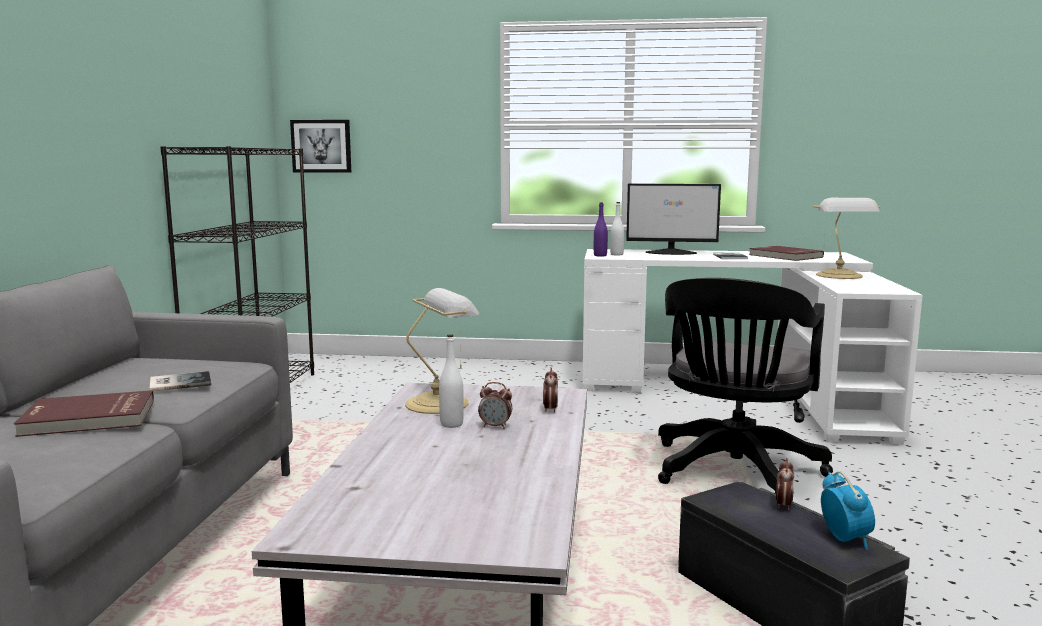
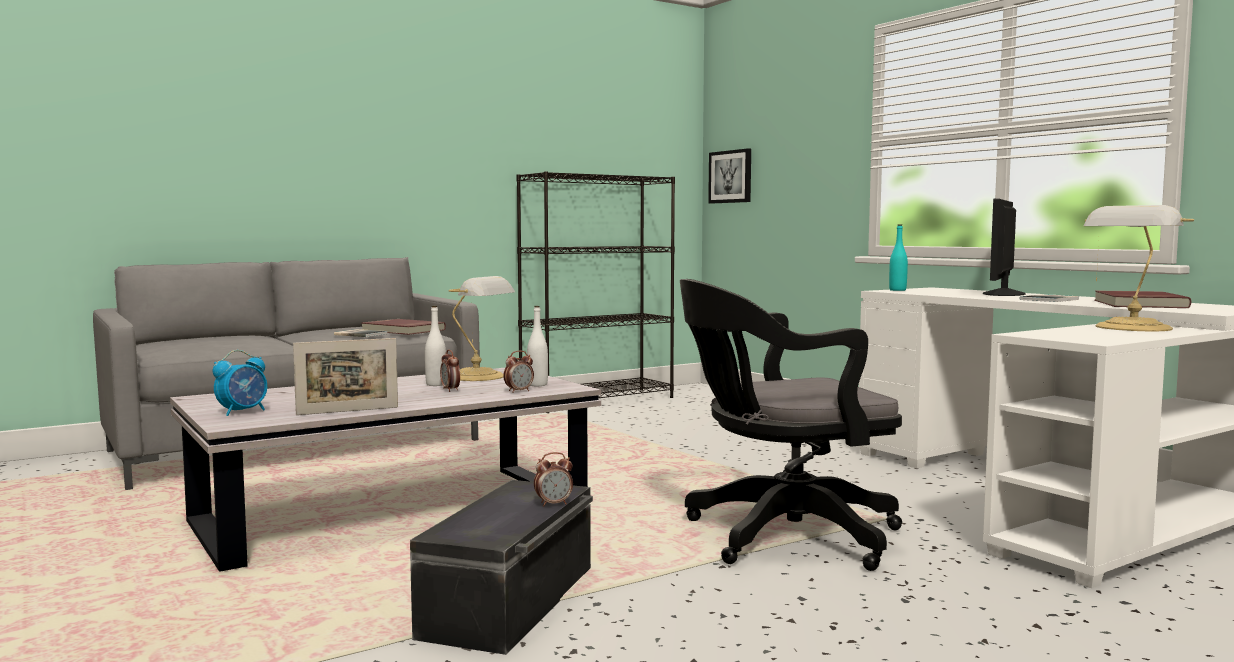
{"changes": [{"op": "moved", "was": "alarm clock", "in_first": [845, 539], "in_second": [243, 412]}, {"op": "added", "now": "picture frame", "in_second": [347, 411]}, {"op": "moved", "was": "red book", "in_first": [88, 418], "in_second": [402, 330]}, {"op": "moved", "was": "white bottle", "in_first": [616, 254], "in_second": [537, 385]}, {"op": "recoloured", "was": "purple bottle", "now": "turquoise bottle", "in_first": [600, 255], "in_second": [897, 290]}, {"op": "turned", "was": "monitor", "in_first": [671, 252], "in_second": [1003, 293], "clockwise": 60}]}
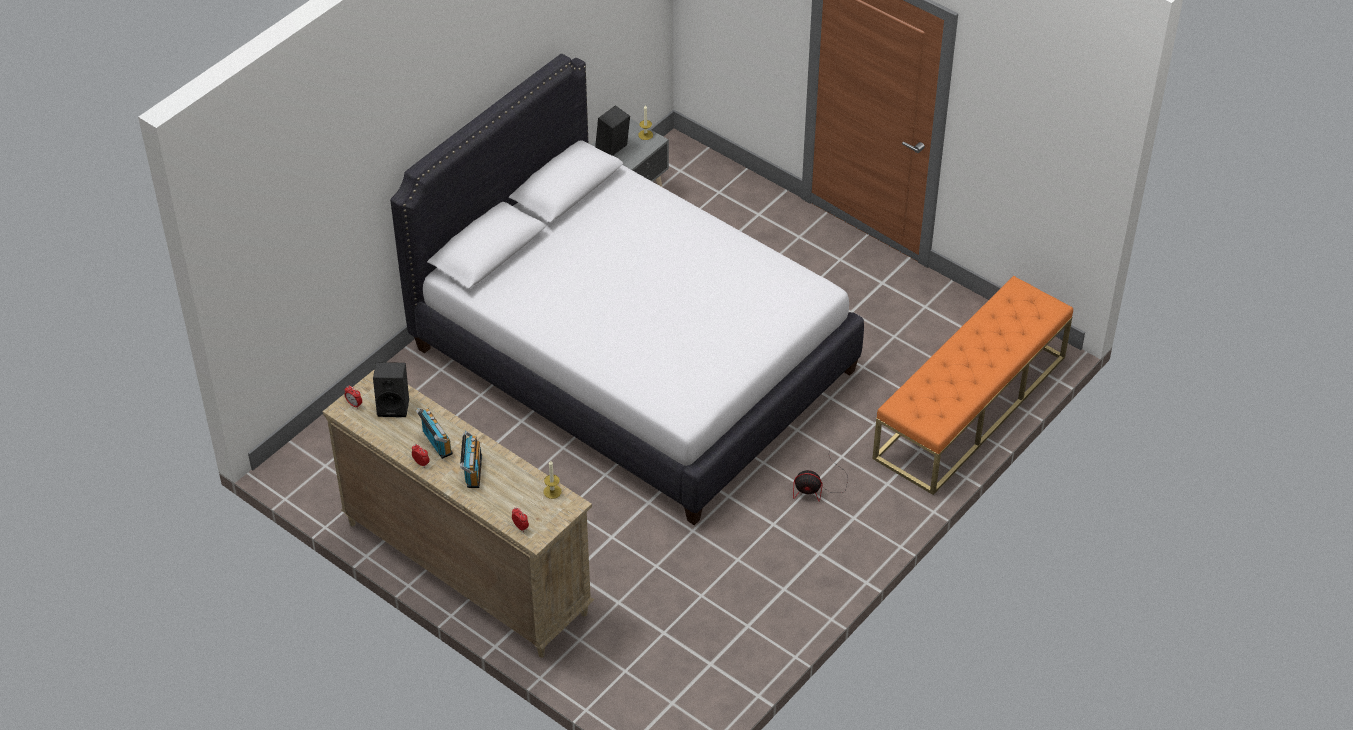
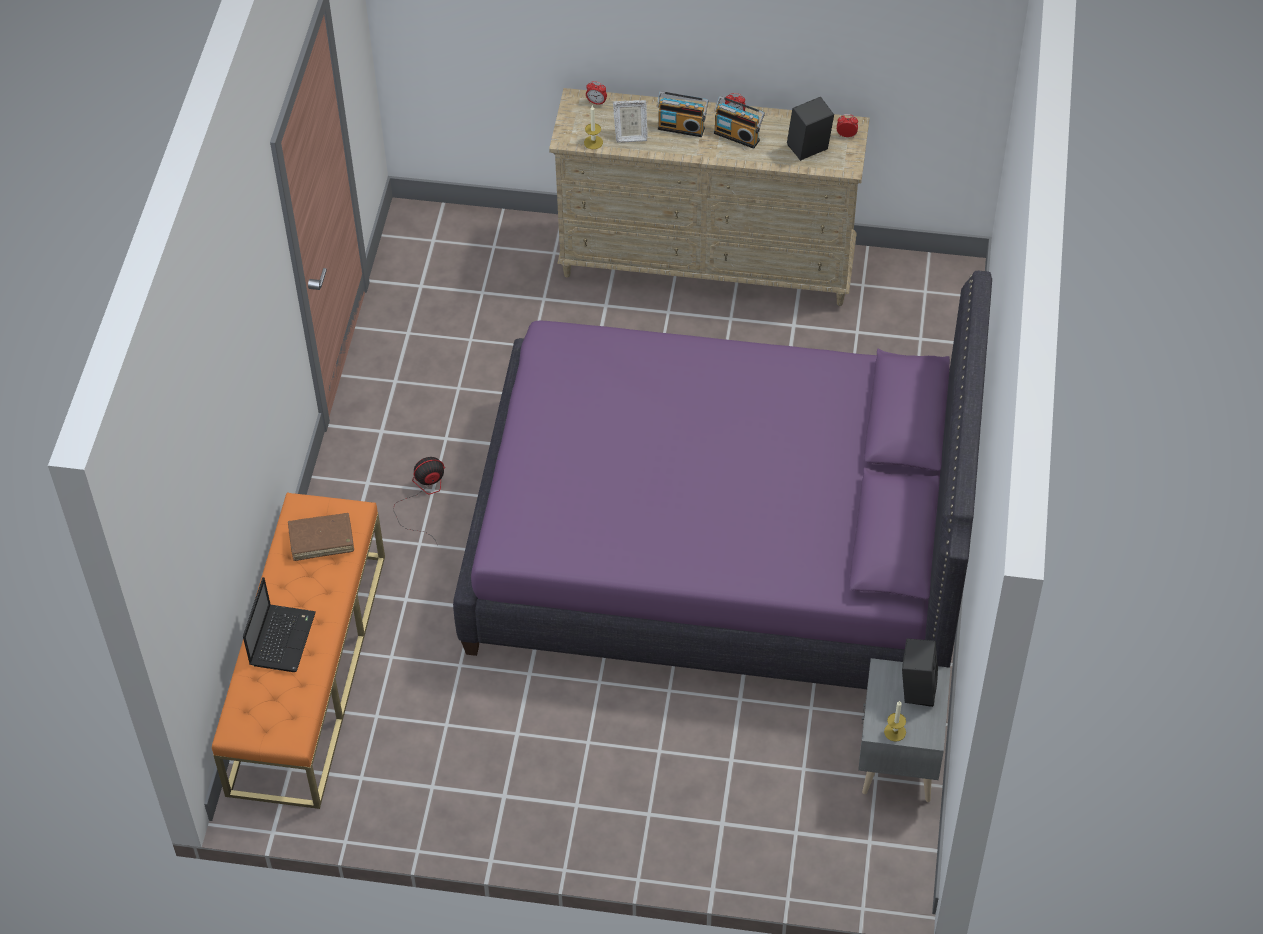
{"changes": [{"op": "added", "now": "laptop", "in_second": [282, 638]}, {"op": "added", "now": "brown book", "in_second": [321, 540]}, {"op": "recoloured", "was": "white bed", "now": "purple bed", "in_first": [633, 359], "in_second": [720, 547]}, {"op": "added", "now": "picture frame", "in_second": [630, 135]}, {"op": "turned", "was": "radio", "in_first": [472, 471], "in_second": [682, 127], "clockwise": -45}]}
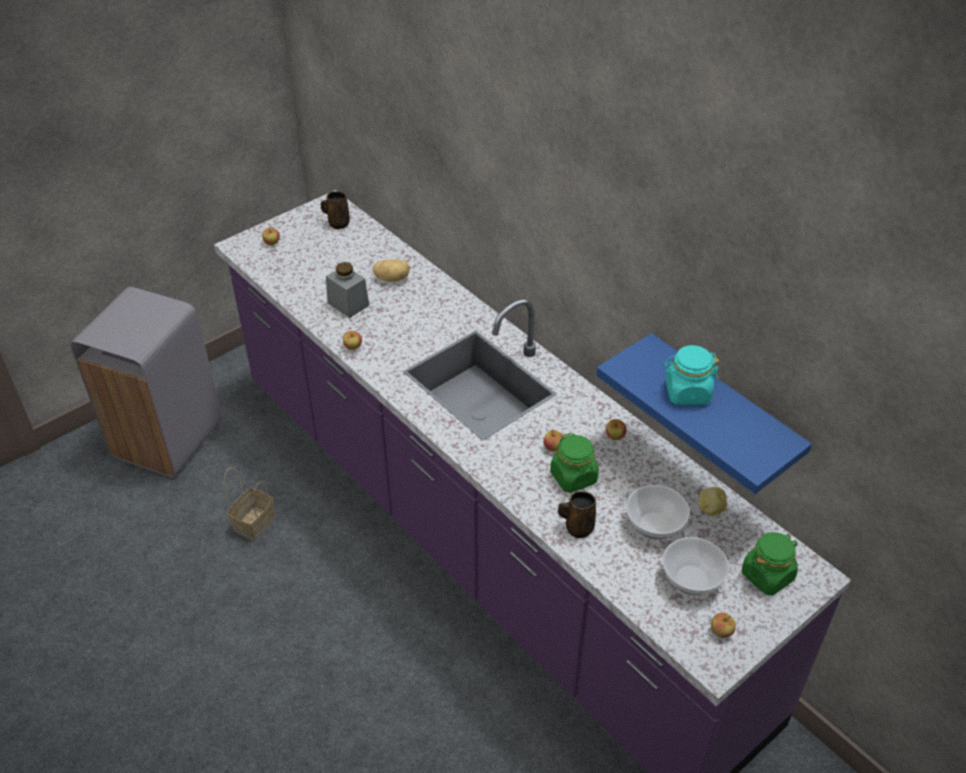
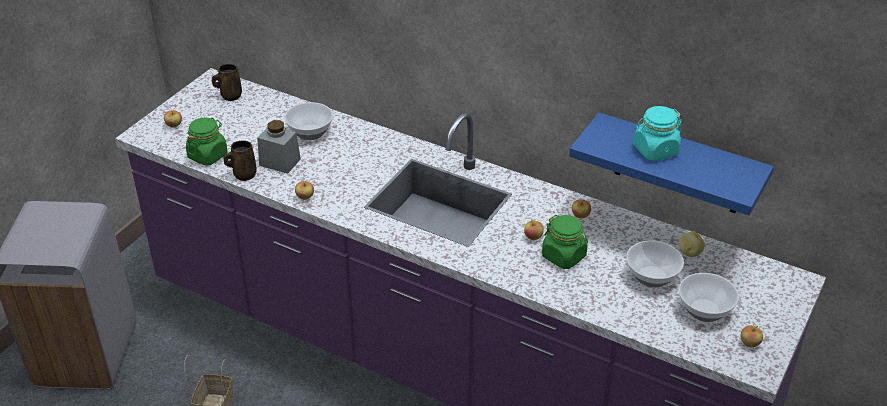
{"changes": [{"op": "moved", "was": "green jar", "in_first": [767, 575], "in_second": [208, 155]}, {"op": "moved", "was": "brown mug", "in_first": [577, 528], "in_second": [243, 174]}, {"op": "replaced", "was": "potato", "now": "bowl", "in_first": [392, 278], "in_second": [309, 132]}]}
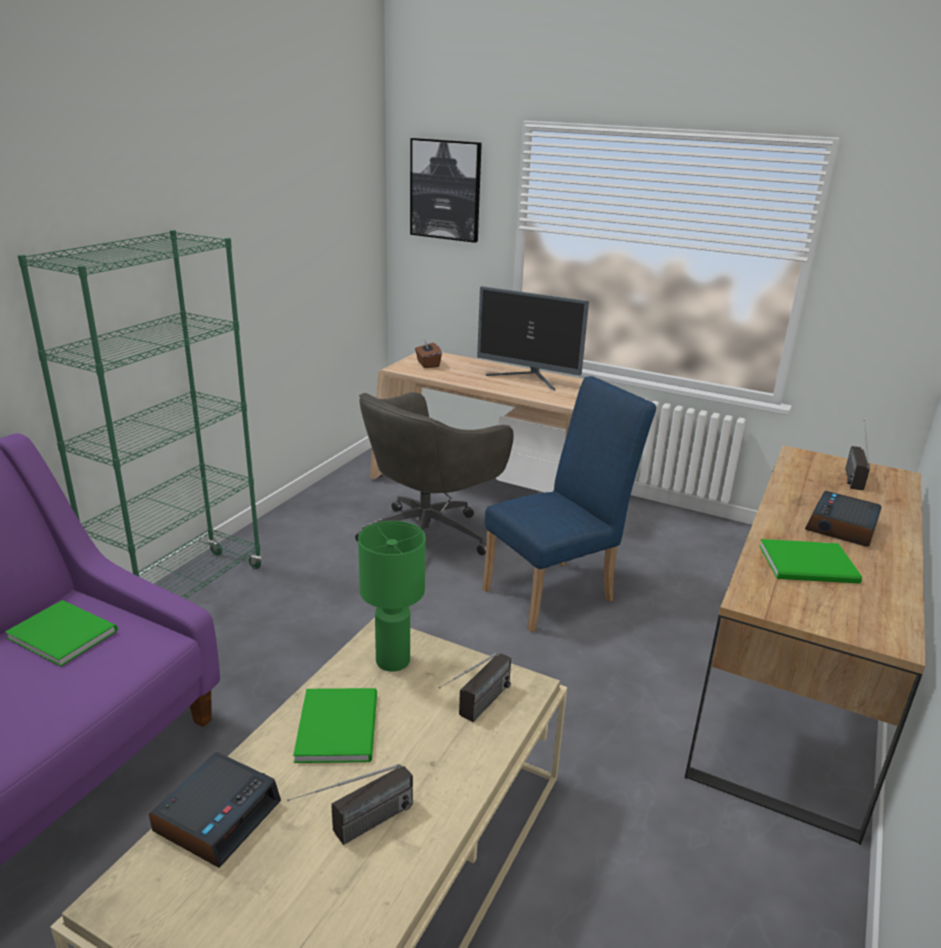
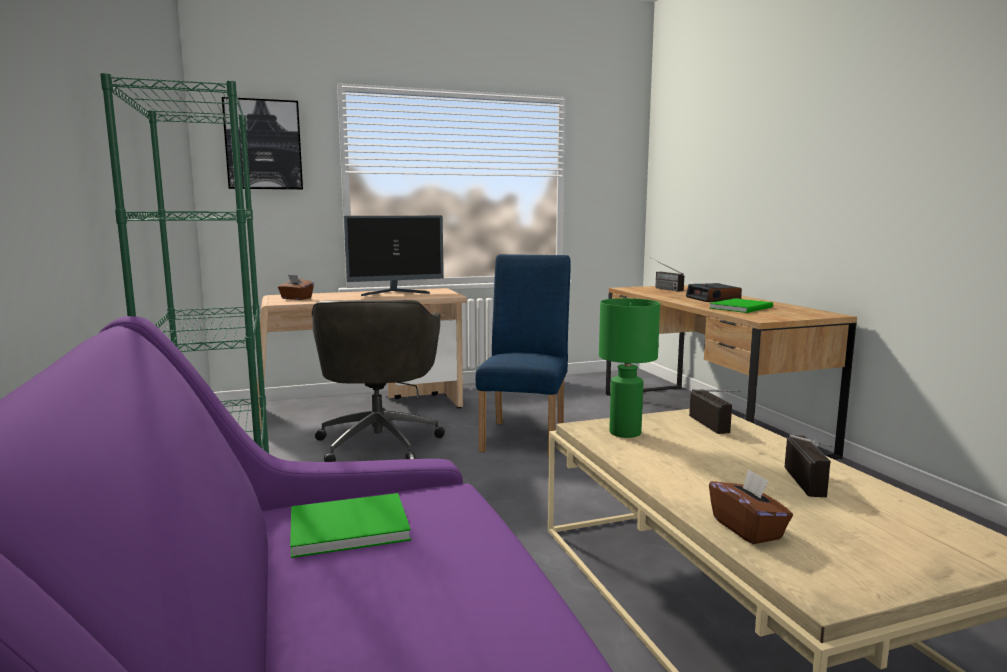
{"changes": [{"op": "replaced", "was": "alarm clock", "now": "brown tissue box", "in_first": [218, 815], "in_second": [747, 529]}, {"op": "removed", "was": "green book", "in_first": [340, 725]}]}
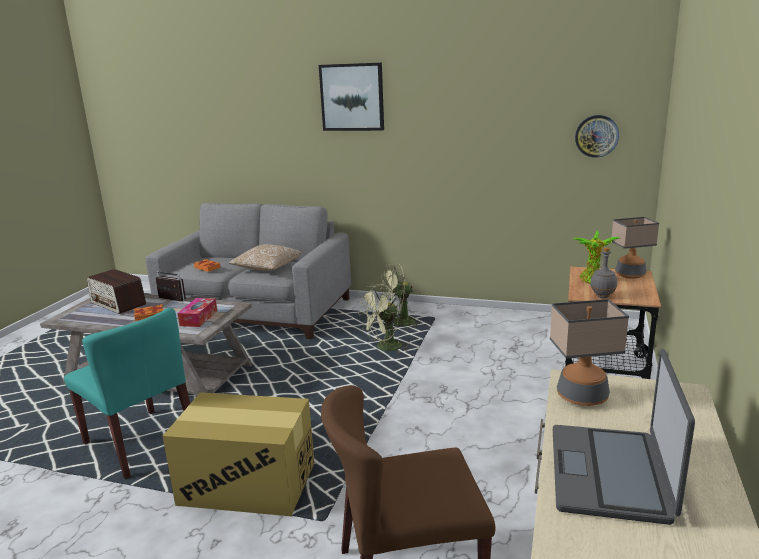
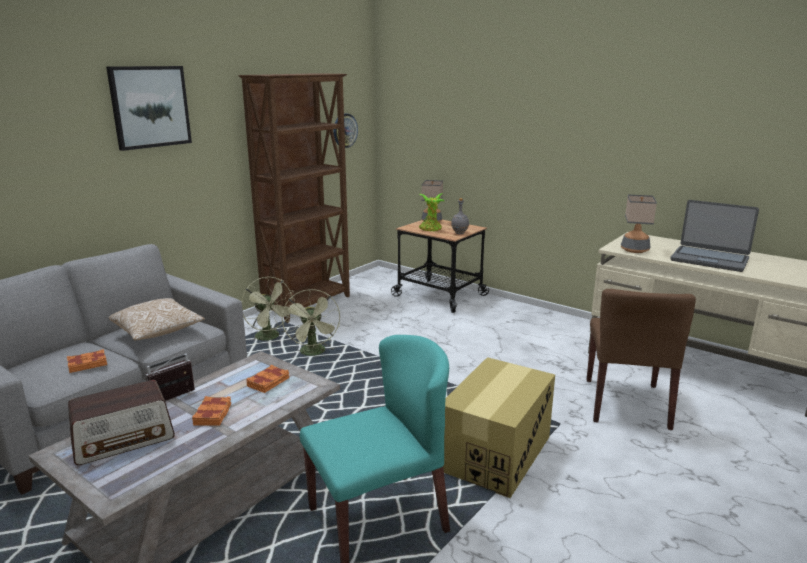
{"changes": [{"op": "added", "now": "brown bookcase", "in_second": [308, 305]}, {"op": "turned", "was": "green fan", "in_first": [399, 323], "in_second": [270, 337], "clockwise": -45}, {"op": "replaced", "was": "tissue box", "now": "orange book", "in_first": [198, 318], "in_second": [269, 382]}]}
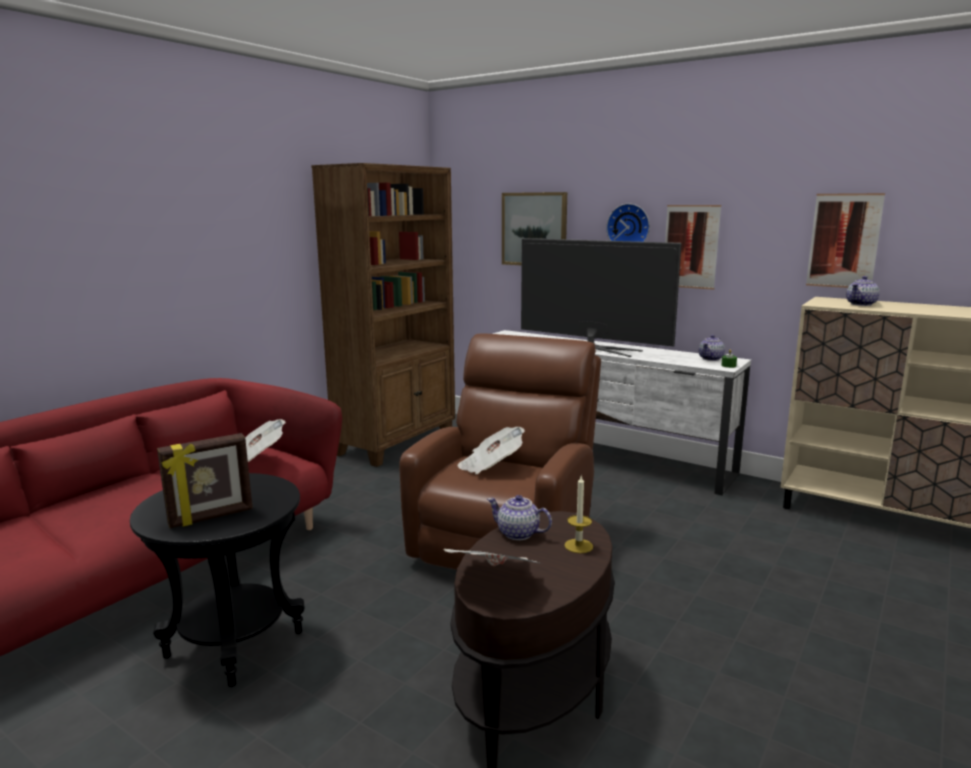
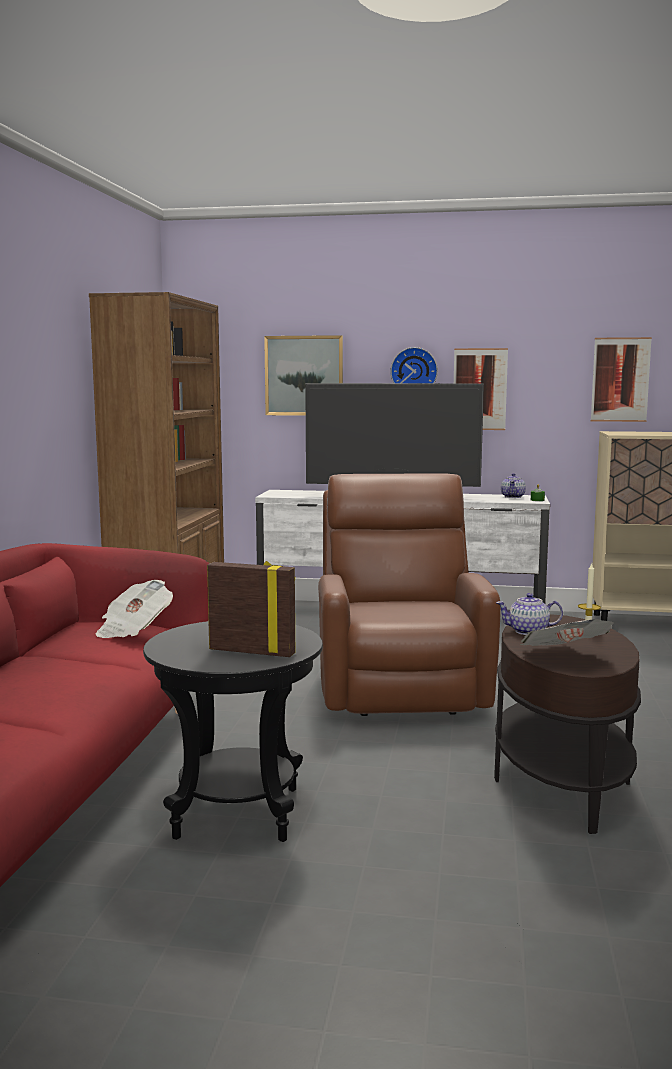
{"changes": [{"op": "turned", "was": "picture frame", "in_first": [211, 517], "in_second": [252, 652], "clockwise": -105}, {"op": "removed", "was": "newspaper", "in_first": [490, 466]}, {"op": "removed", "was": "teapot", "in_first": [861, 304]}]}
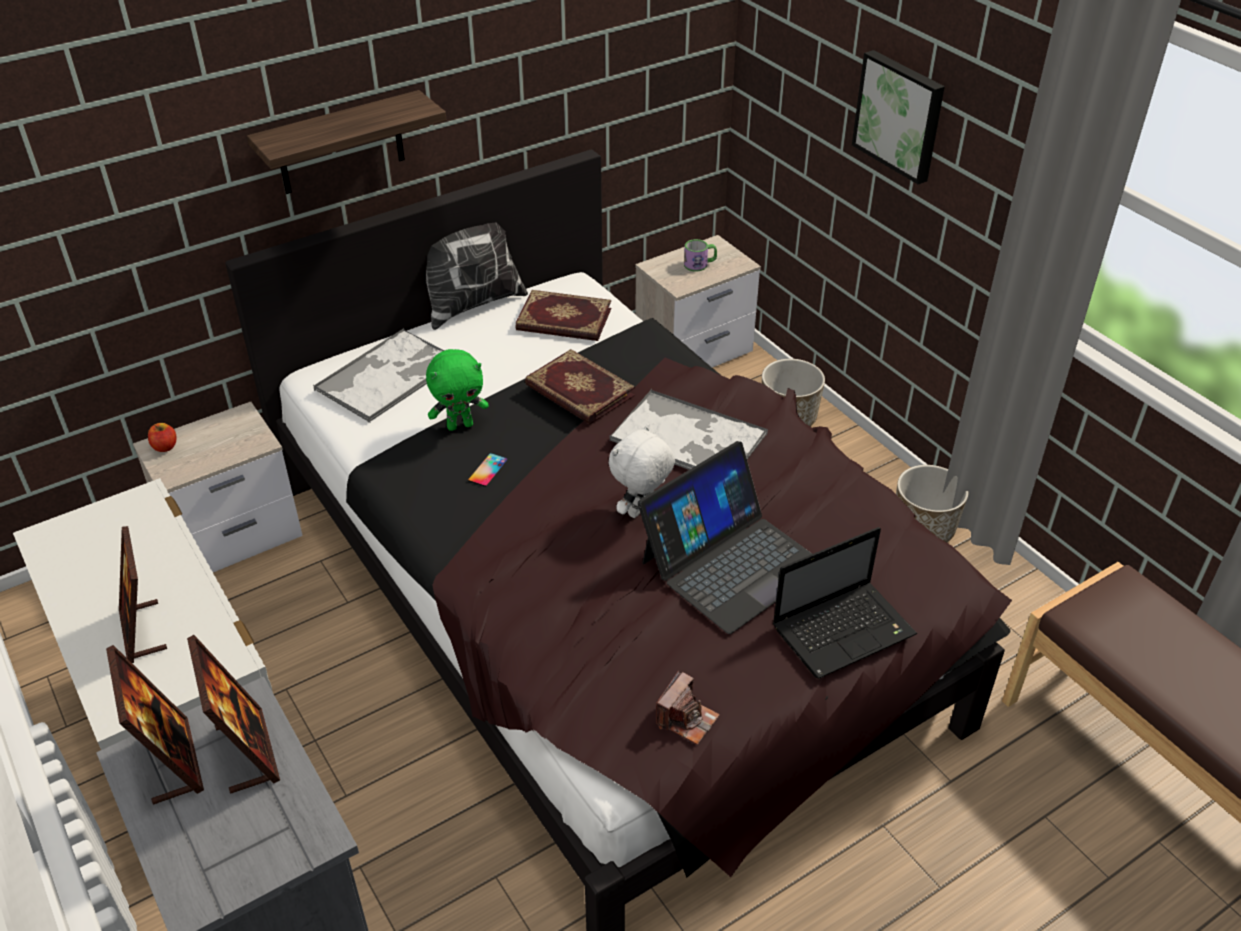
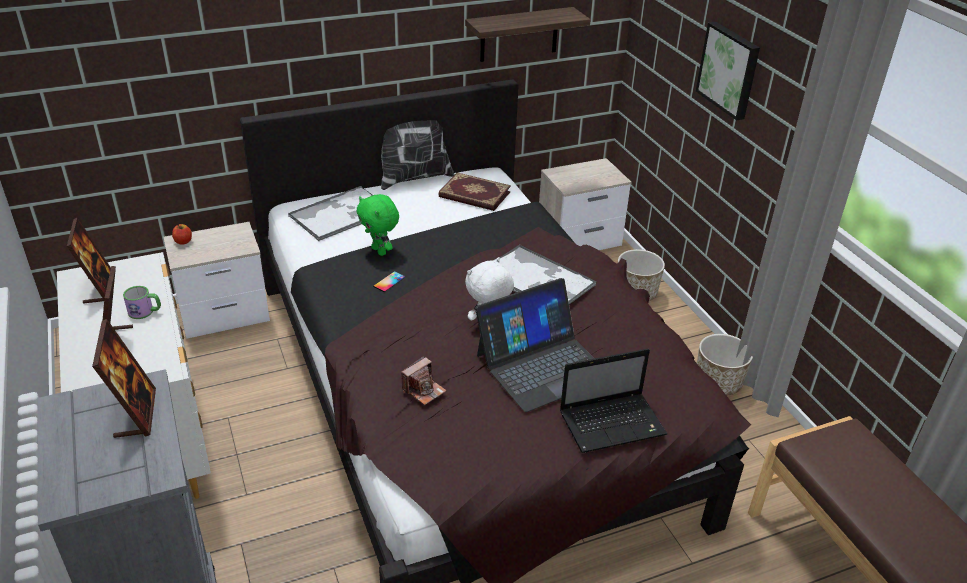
{"changes": [{"op": "moved", "was": "picture frame", "in_first": [171, 762], "in_second": [99, 289]}, {"op": "moved", "was": "mug", "in_first": [700, 264], "in_second": [145, 312]}, {"op": "turned", "was": "green plush toy", "in_first": [460, 425], "in_second": [380, 251], "clockwise": 60}, {"op": "moved", "was": "photo camera", "in_first": [686, 719], "in_second": [424, 390]}, {"op": "moved", "was": "shelf", "in_first": [340, 144], "in_second": [519, 34]}, {"op": "removed", "was": "book", "in_first": [578, 391]}]}
